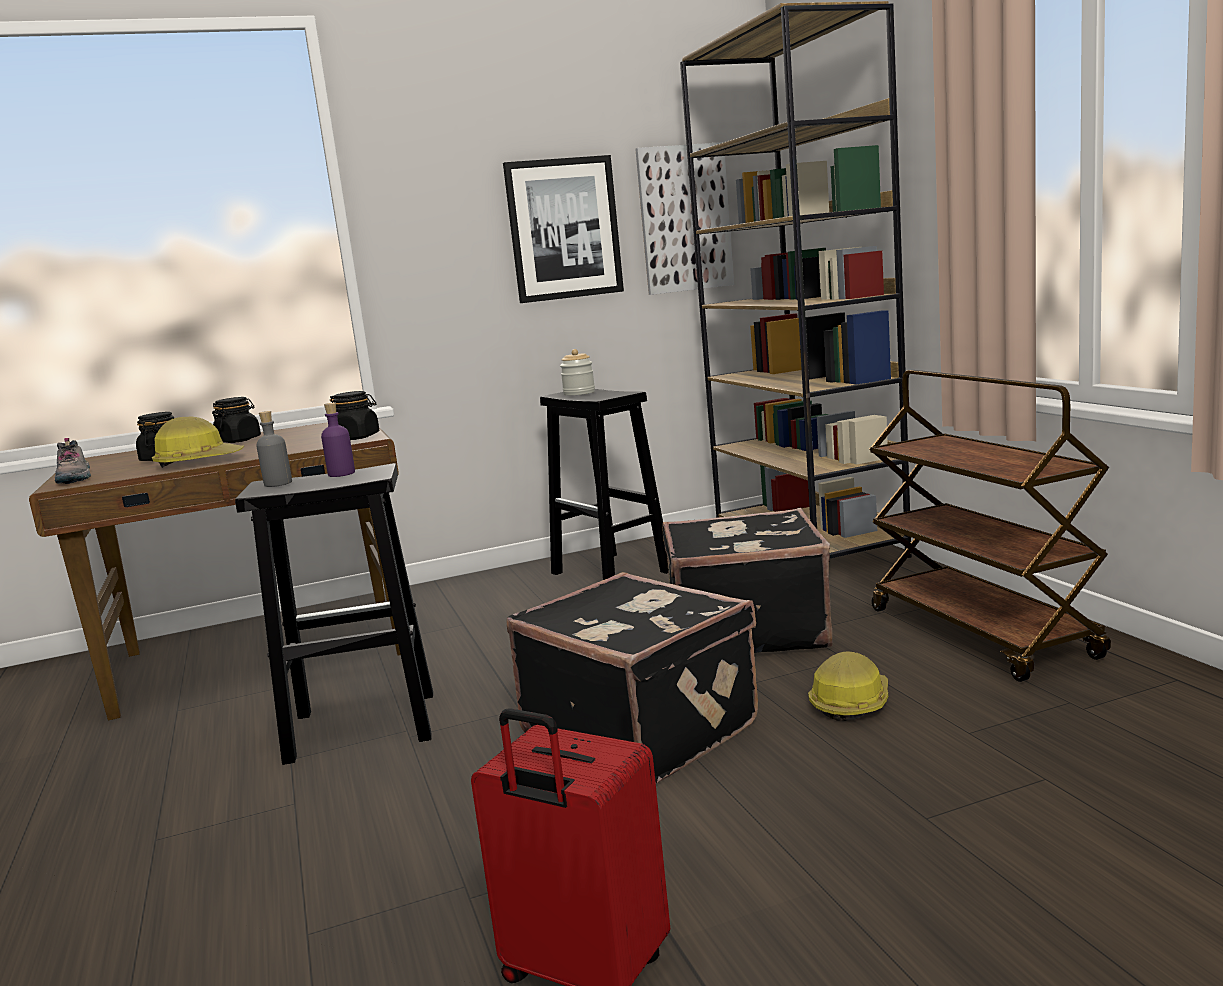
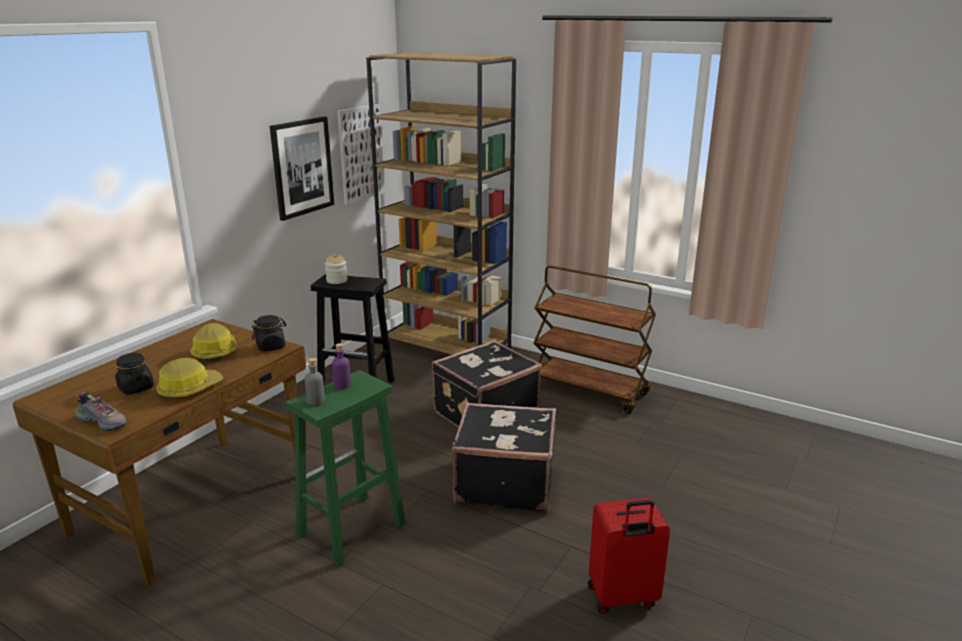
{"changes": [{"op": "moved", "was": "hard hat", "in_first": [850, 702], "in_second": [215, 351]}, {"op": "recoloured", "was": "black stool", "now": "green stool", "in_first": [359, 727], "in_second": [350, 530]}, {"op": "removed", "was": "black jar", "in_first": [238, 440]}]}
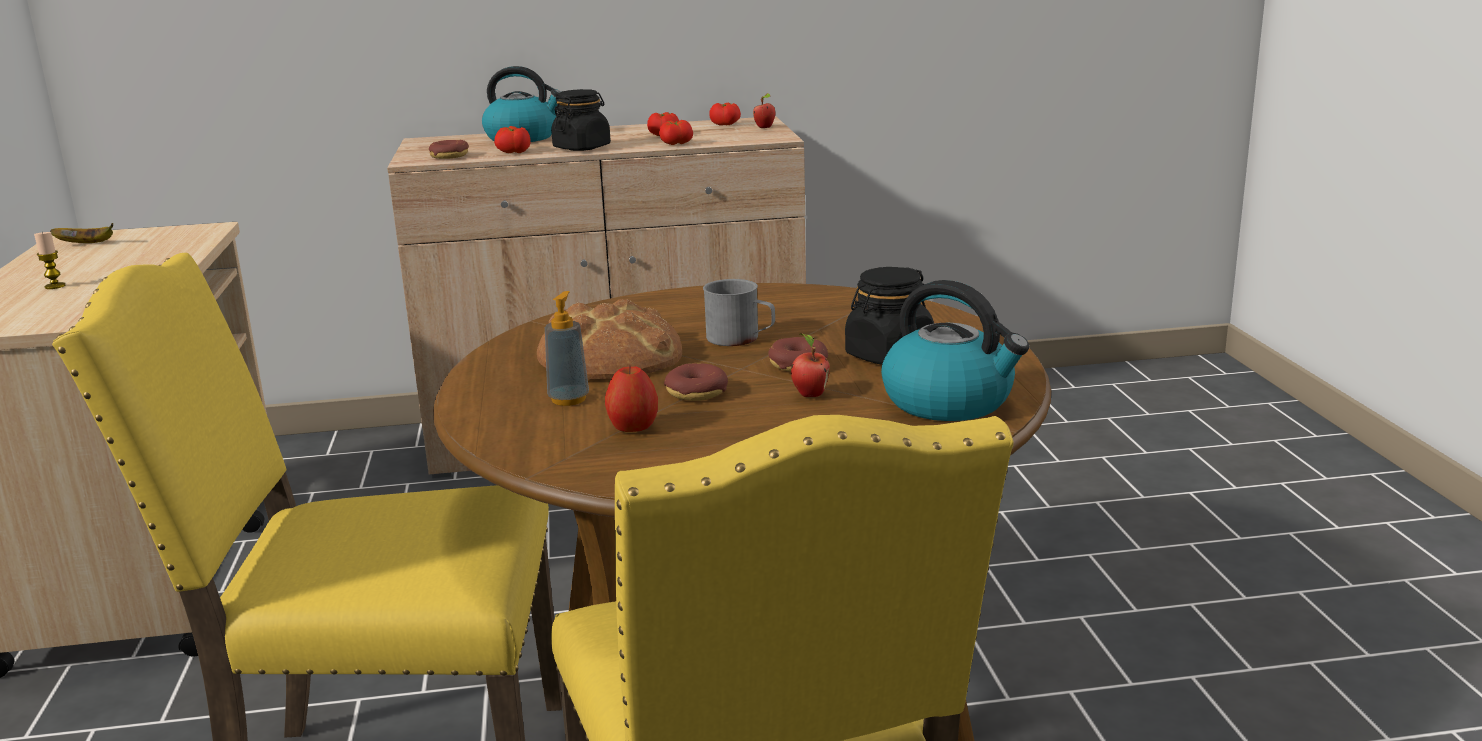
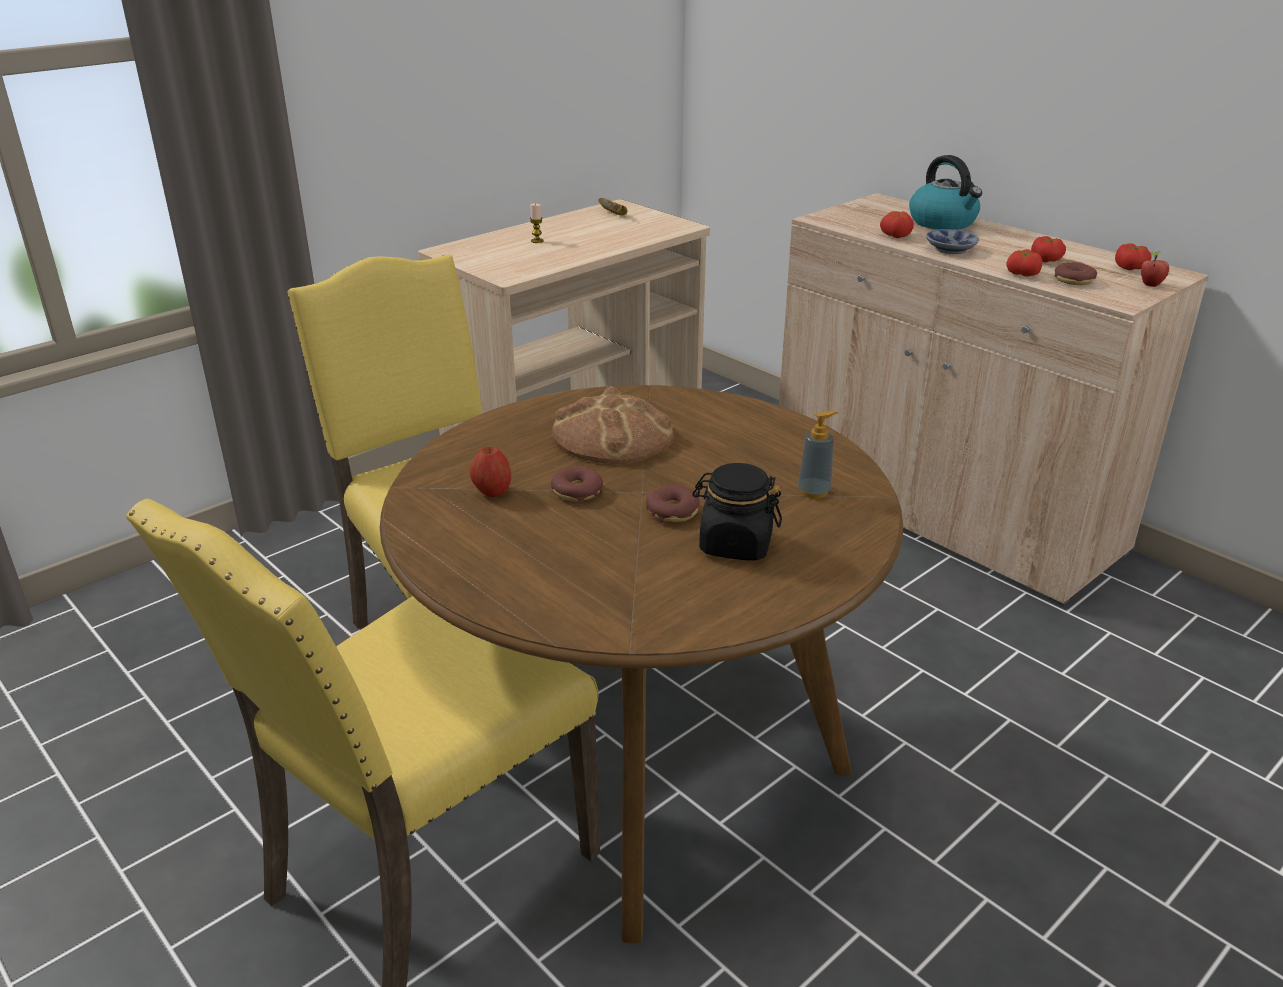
{"changes": [{"op": "moved", "was": "soap dispenser", "in_first": [569, 399], "in_second": [814, 491]}, {"op": "replaced", "was": "black jar", "now": "bowl", "in_first": [582, 148], "in_second": [949, 250]}, {"op": "moved", "was": "donut", "in_first": [449, 156], "in_second": [1073, 280]}, {"op": "removed", "was": "grey mug", "in_first": [740, 339]}, {"op": "removed", "was": "apple", "in_first": [809, 394]}, {"op": "removed", "was": "kettle", "in_first": [950, 402]}]}
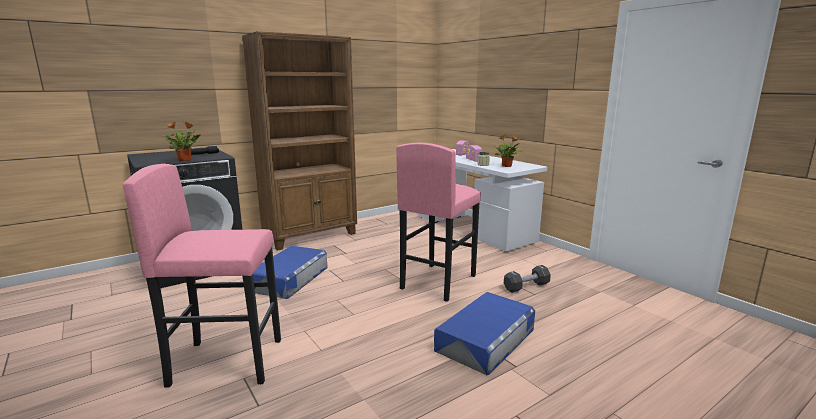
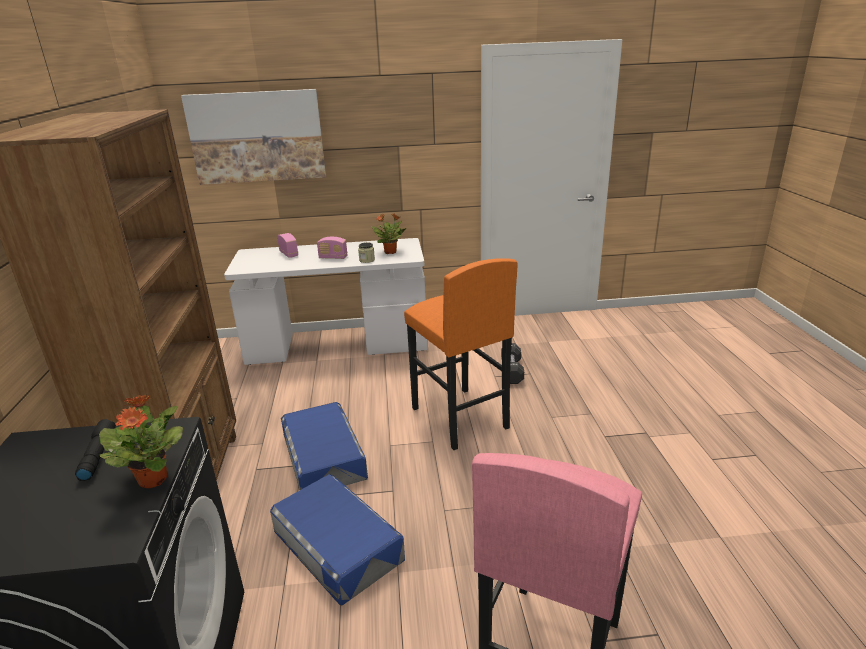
{"changes": [{"op": "added", "now": "picture", "in_second": [257, 137]}, {"op": "moved", "was": "blue storage box", "in_first": [485, 340], "in_second": [324, 456]}, {"op": "recoloured", "was": "pink stool", "now": "orange stool", "in_first": [437, 282], "in_second": [459, 418]}]}
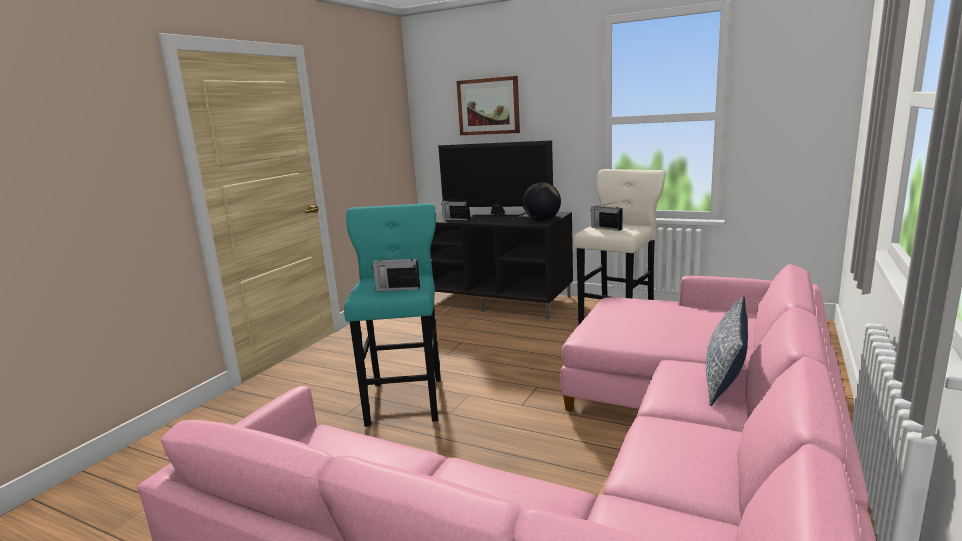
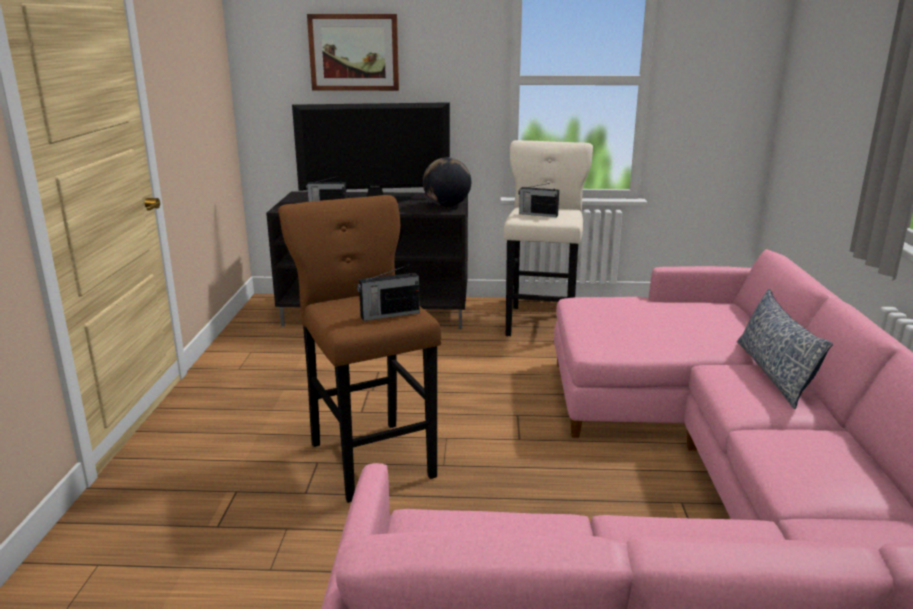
{"changes": [{"op": "recoloured", "was": "turquoise stool", "now": "brown stool", "in_first": [406, 398], "in_second": [370, 456]}]}
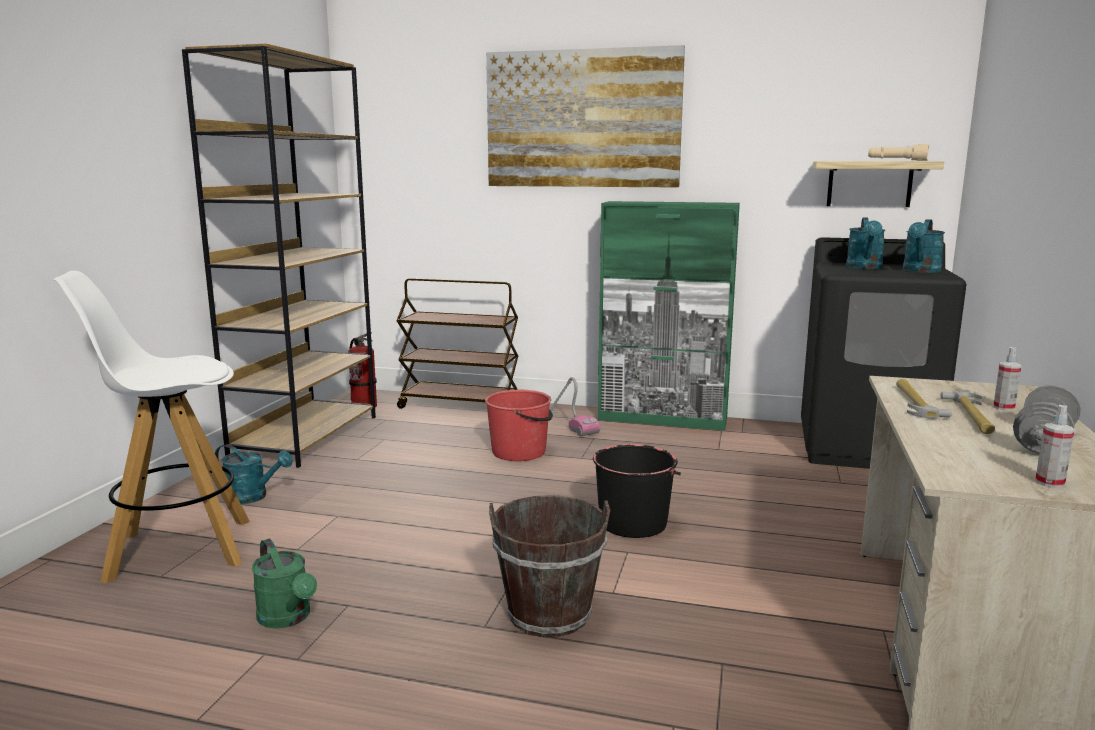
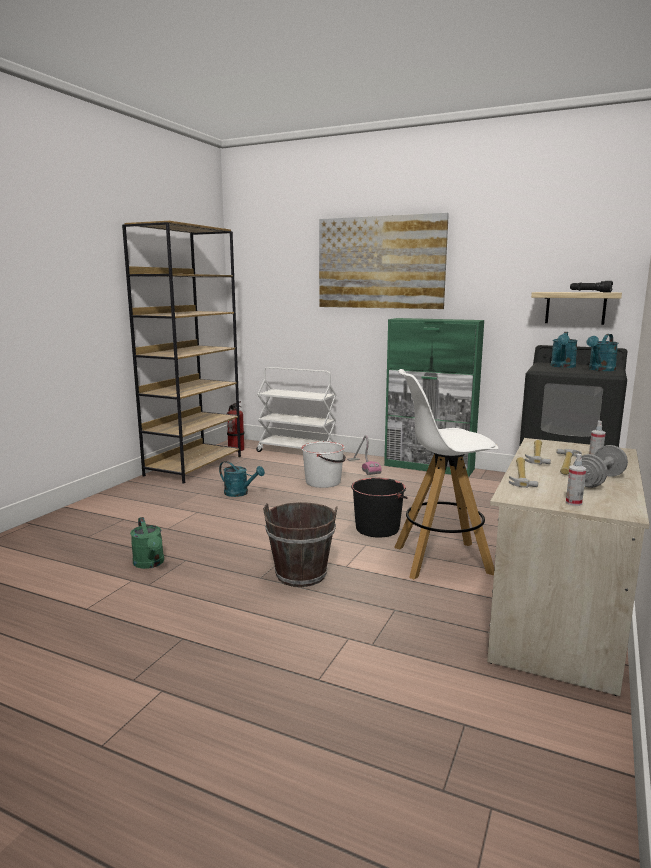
{"changes": [{"op": "moved", "was": "turquoise watering can", "in_first": [253, 497], "in_second": [240, 493]}, {"op": "recoloured", "was": "brown cart", "now": "white cart", "in_first": [460, 406], "in_second": [297, 452]}, {"op": "recoloured", "was": "red bucket", "now": "white bucket", "in_first": [520, 452], "in_second": [323, 482]}, {"op": "moved", "was": "white stool", "in_first": [178, 549], "in_second": [440, 560]}, {"op": "added", "now": "hammer", "in_second": [521, 475]}, {"op": "recoloured", "was": "beige flashlight", "now": "black flashlight", "in_first": [897, 160], "in_second": [590, 292]}]}
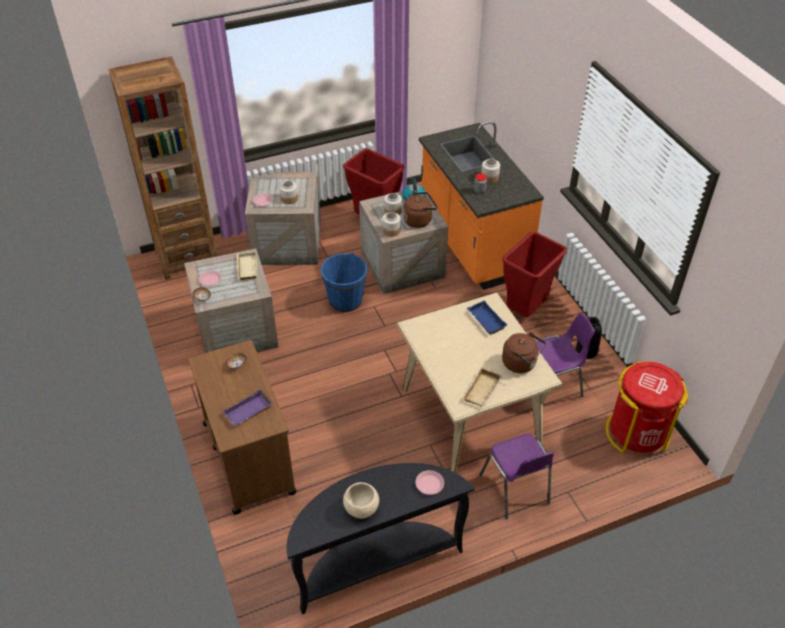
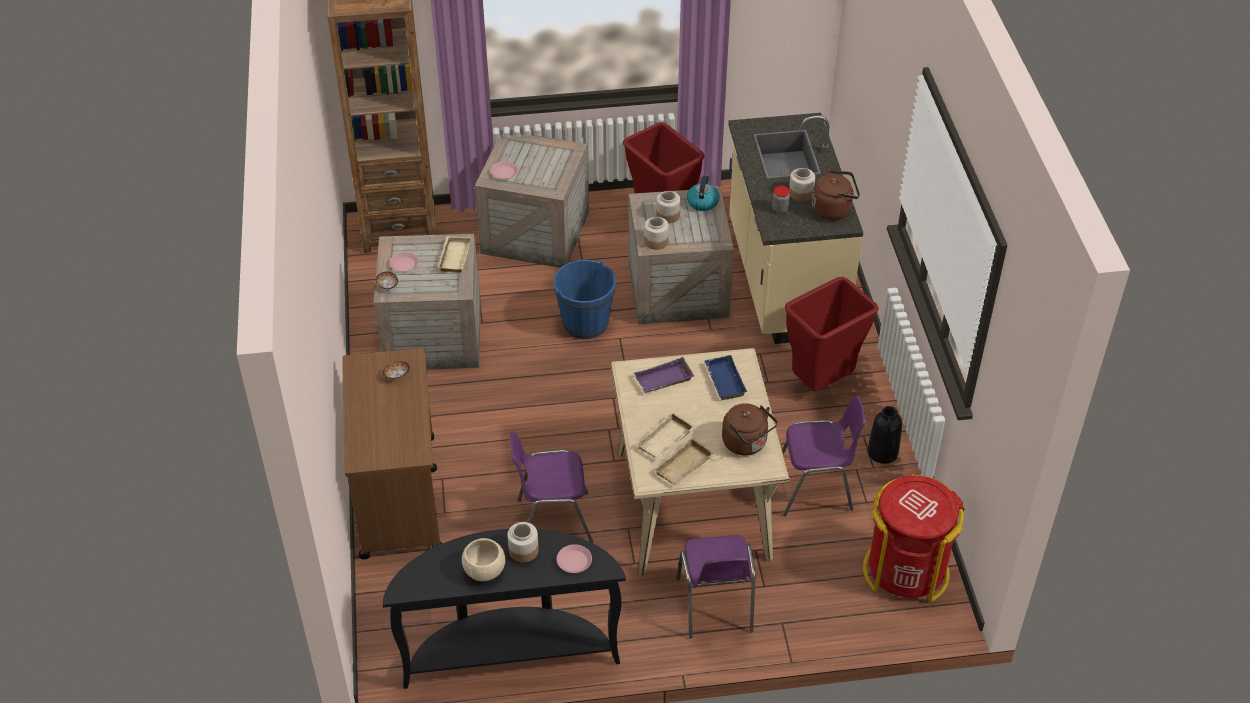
{"changes": [{"op": "moved", "was": "jar", "in_first": [289, 199], "in_second": [523, 551]}, {"op": "added", "now": "purple chair", "in_second": [552, 520]}, {"op": "moved", "was": "purple tray", "in_first": [248, 412], "in_second": [663, 380]}, {"op": "added", "now": "beige tray", "in_second": [666, 441]}, {"op": "recoloured", "was": "orange counter", "now": "beige counter", "in_first": [472, 244], "in_second": [783, 279]}, {"op": "moved", "was": "brown kettle", "in_first": [419, 220], "in_second": [834, 209]}]}
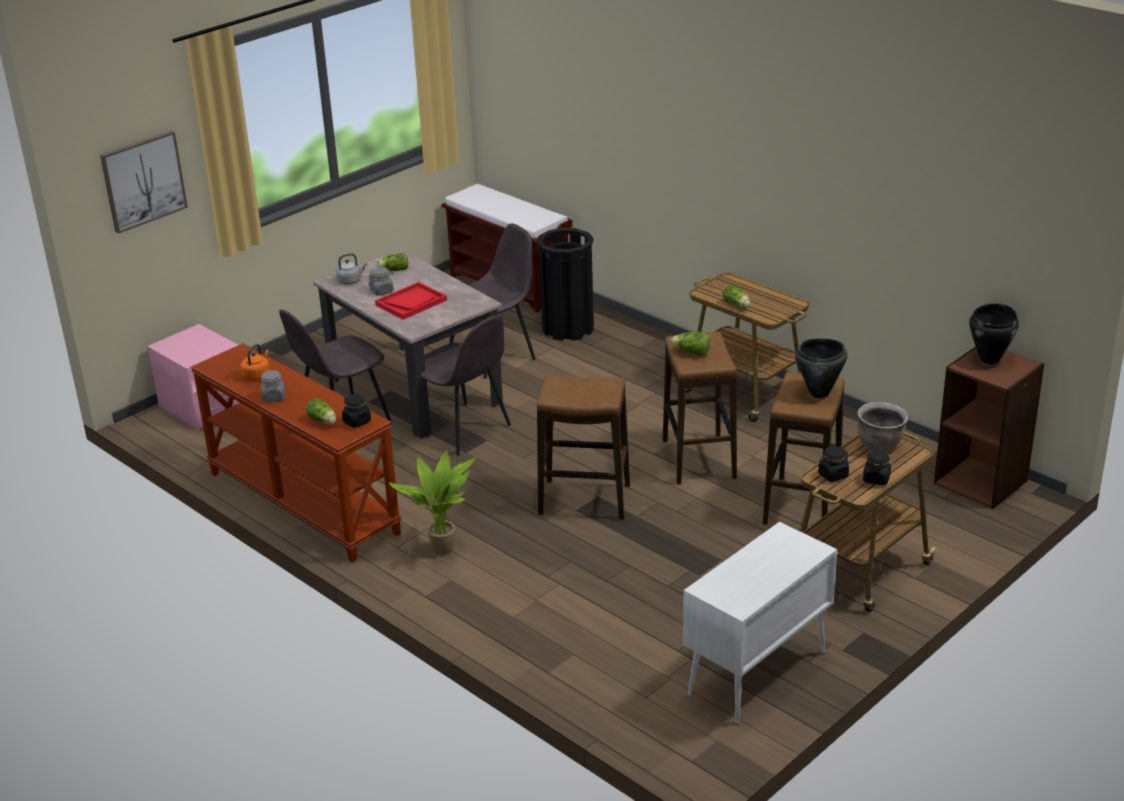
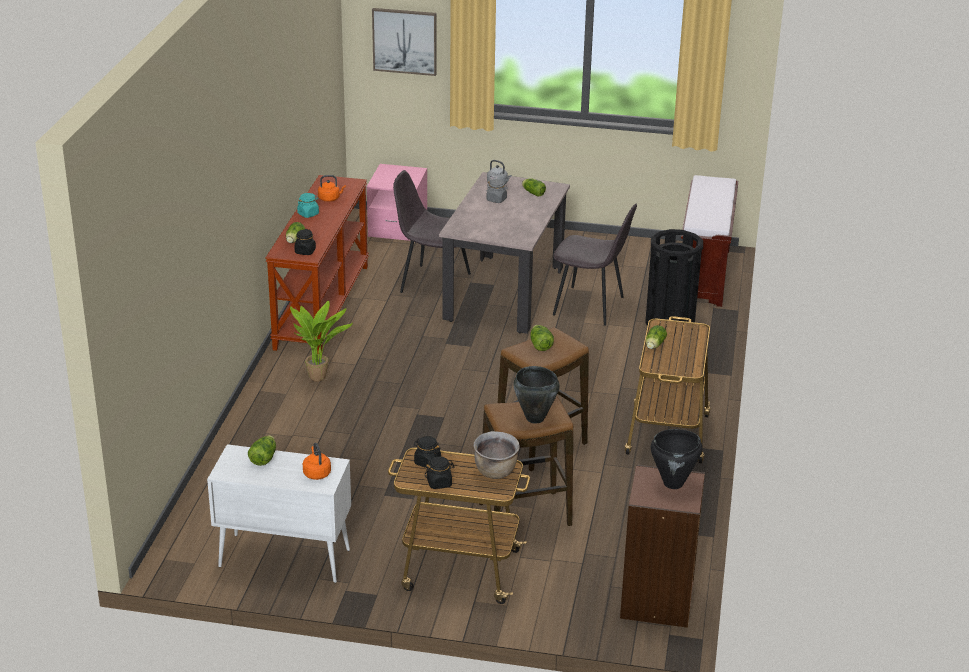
{"changes": [{"op": "added", "now": "lettuce", "in_second": [263, 458]}, {"op": "recoloured", "was": "grey jar", "now": "turquoise jar", "in_first": [274, 397], "in_second": [308, 214]}, {"op": "added", "now": "orange kettle", "in_second": [316, 473]}, {"op": "removed", "was": "red tray", "in_first": [411, 302]}, {"op": "removed", "was": "grey chair", "in_first": [463, 430]}, {"op": "removed", "was": "stool", "in_first": [585, 500]}]}
